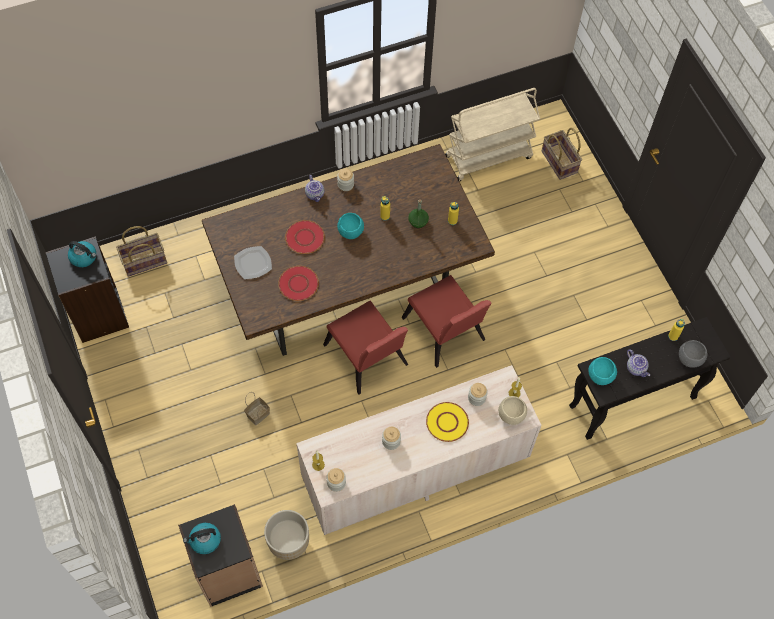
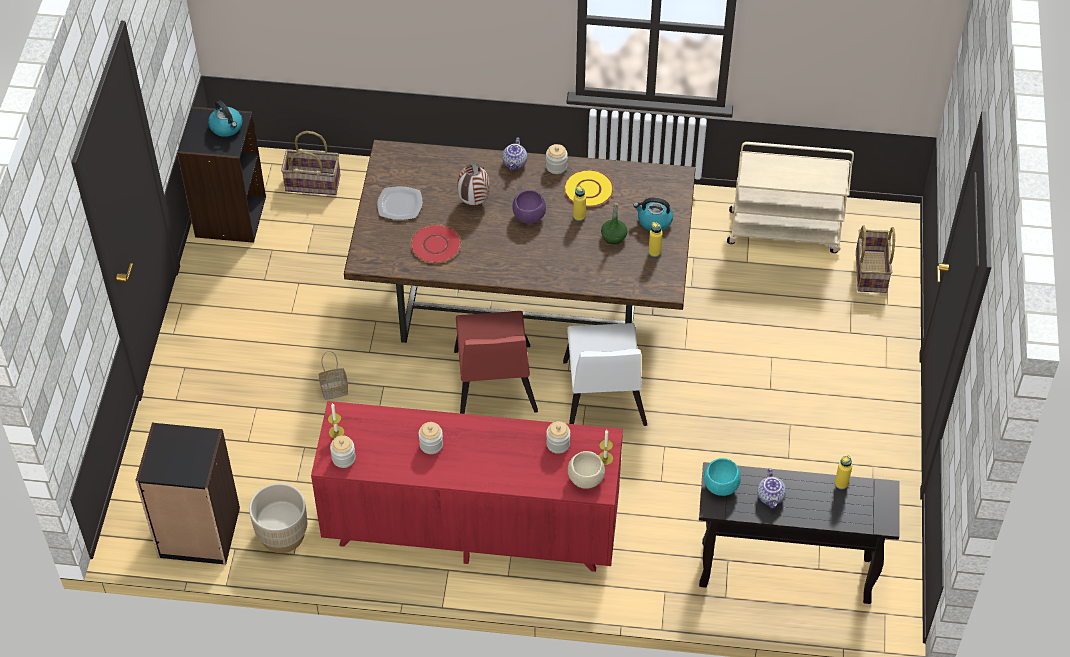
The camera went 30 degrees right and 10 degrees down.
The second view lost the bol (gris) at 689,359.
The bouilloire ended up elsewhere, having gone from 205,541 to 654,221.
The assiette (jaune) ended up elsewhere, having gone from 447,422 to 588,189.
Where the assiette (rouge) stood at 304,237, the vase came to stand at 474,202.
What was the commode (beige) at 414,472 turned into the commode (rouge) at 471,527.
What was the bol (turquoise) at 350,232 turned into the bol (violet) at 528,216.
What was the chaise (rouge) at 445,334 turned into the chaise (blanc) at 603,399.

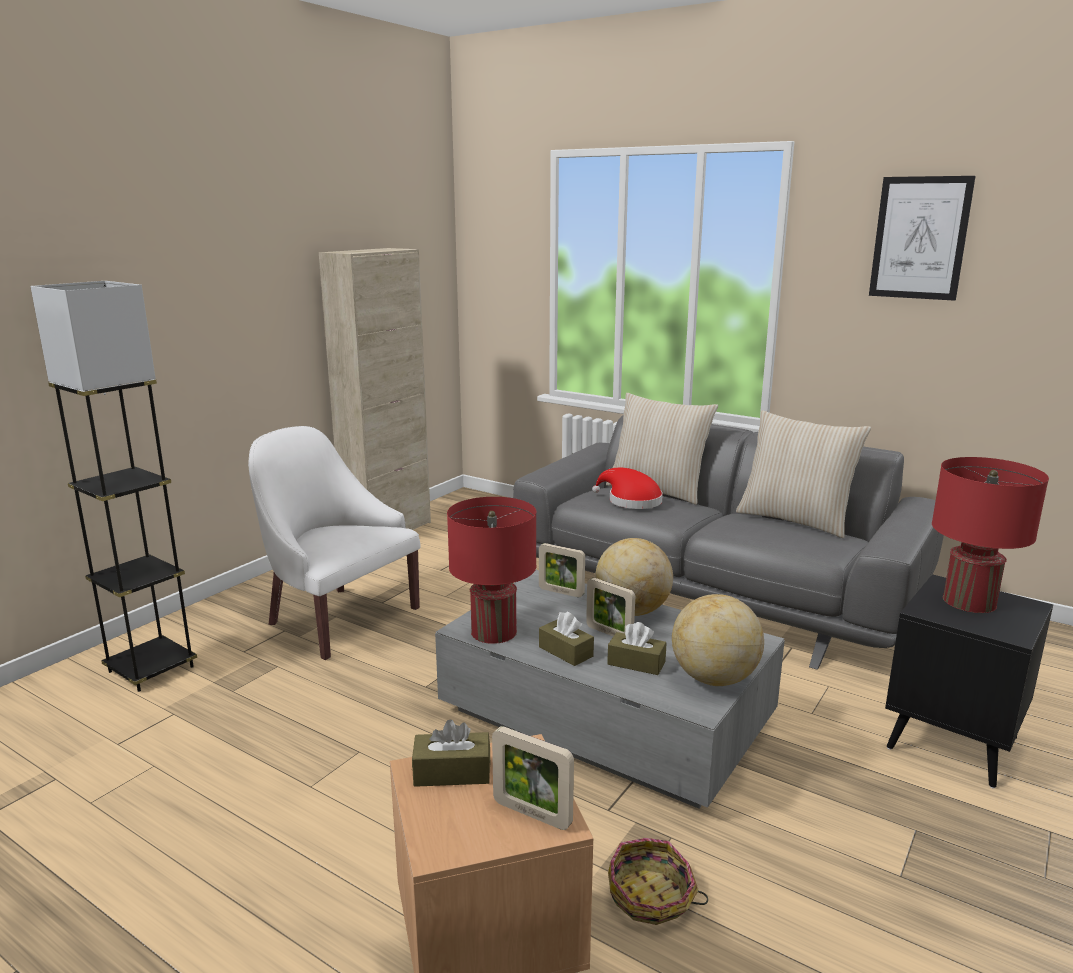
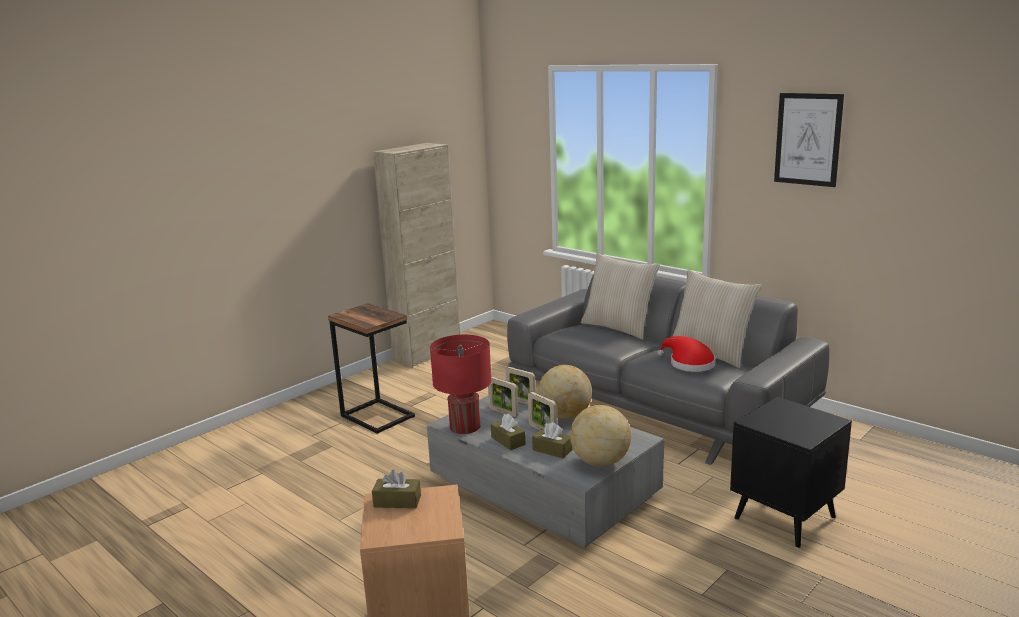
The camera went 10 degrees right and 0 degrees up.
The second view lost the lampadaire (gris) at 151,669.
The second view lost the panier at 651,897.
The second view lost the lampe de table (rouge) at 969,601.
The cadre photo ended up elsewhere, having gone from 532,814 to 503,412.
The chapeau (rouge) ended up elsewhere, having gone from 630,501 to 688,364.
Where the fauteuil (blanc) stood at 338,618, the table d'appoint came to stand at 378,415.

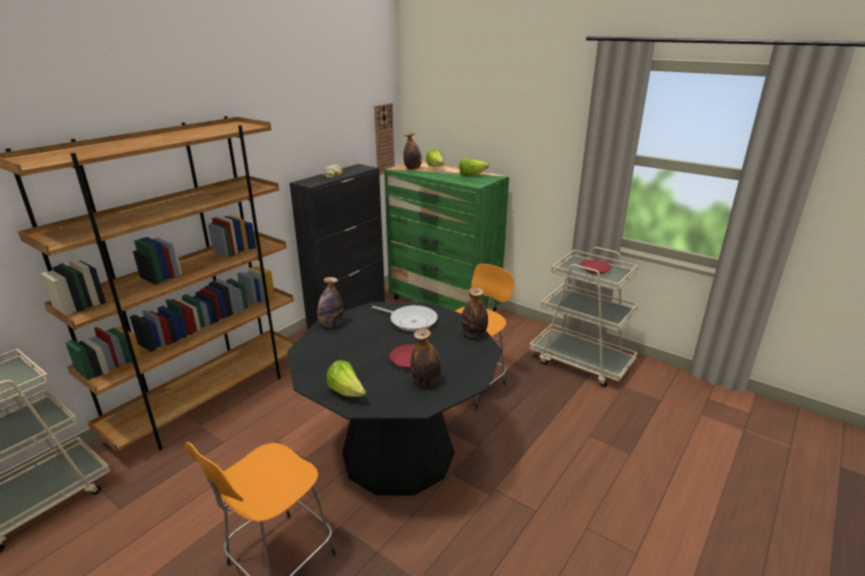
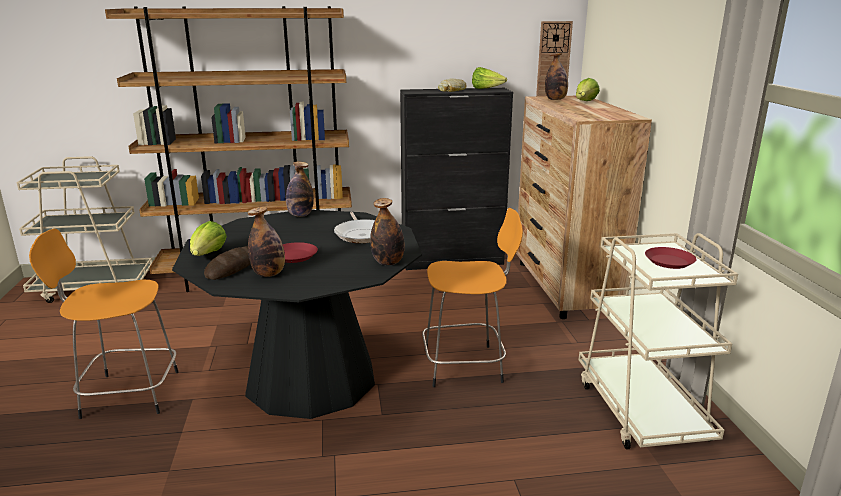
The camera went 45 degrees right and 5 degrees down.
The second view gained the pain at 233,267.
The laitue ended up elsewhere, having gone from 471,175 to 486,89.
What was the commode (vert) at 444,304 turned into the commode (marron) at 565,287.

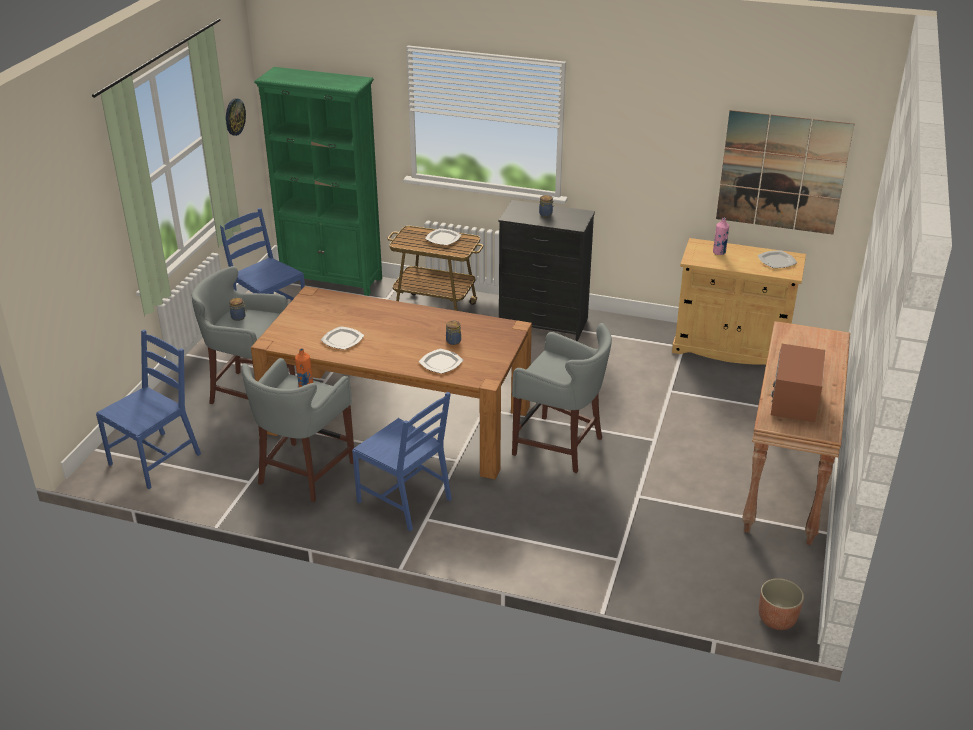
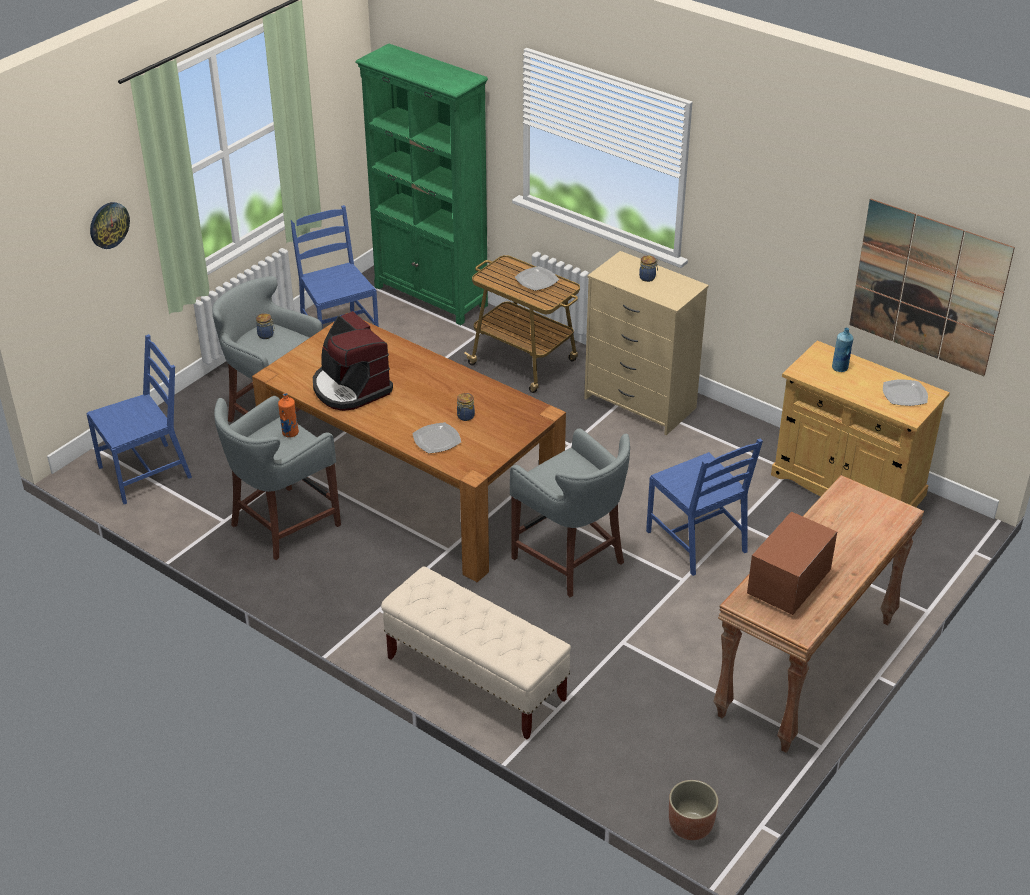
The camera went 20 degrees right and 5 degrees up.
The second view gained the banc (beige) at 475,679.
The horloge murale ended up elsewhere, having gone from 234,116 to 108,225.
The chaise (bleu) ended up elsewhere, having gone from 405,500 to 698,541.
Where the assiette stood at 343,339, the machine à café came to stand at 350,388.
What was the commode (noir) at 543,324 turned into the commode (beige) at 639,403.
What was the bouteille (rose) at 719,252 turned into the bouteille (bleu) at 840,368.

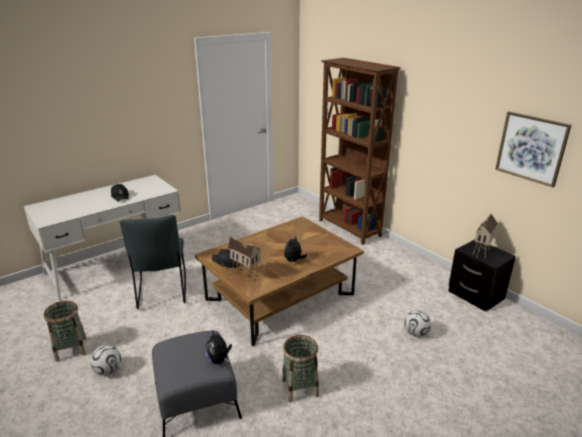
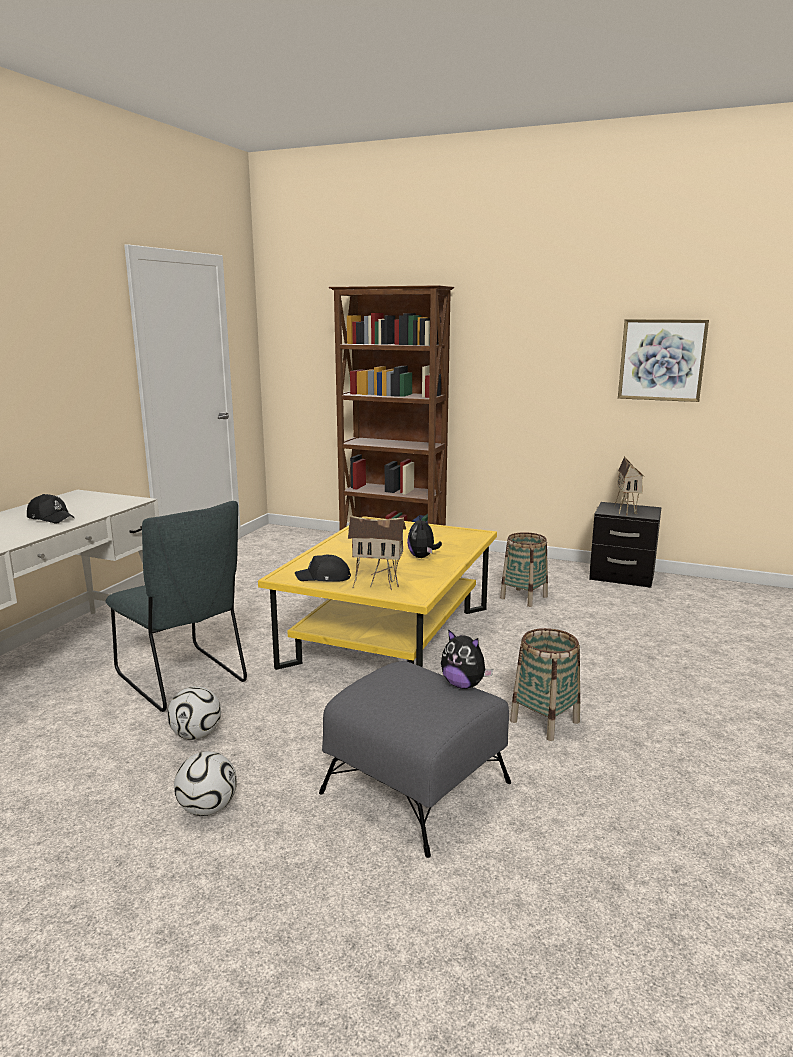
The camera went 30 degrees left and 10 degrees down.
The panier ended up elsewhere, having gone from 71,349 to 523,597.
The ballon de foot ended up elsewhere, having gone from 416,333 to 196,735.
What was the table basse (marron) at 280,297 turned into the table basse (jaune) at 389,636.

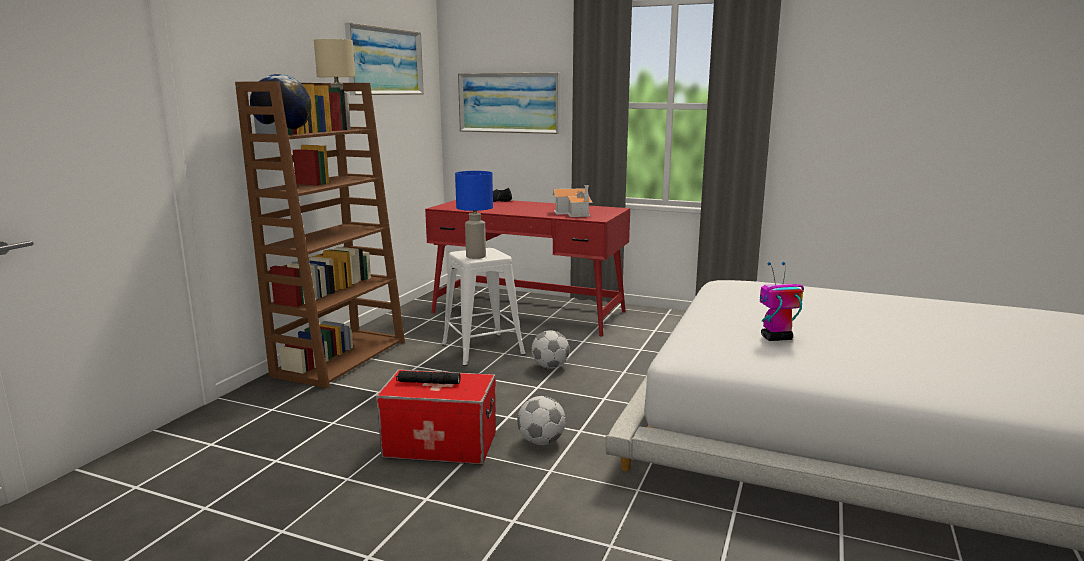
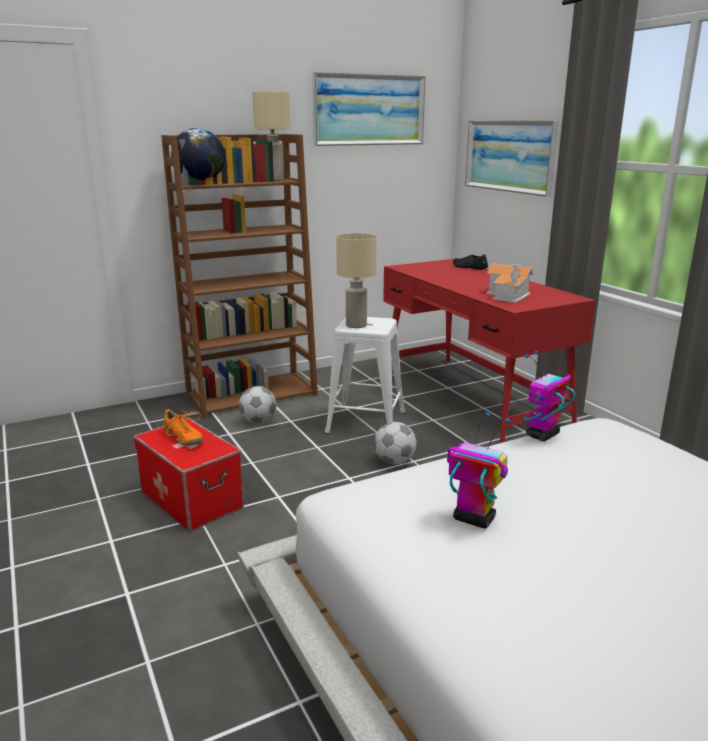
The camera went 40 degrees right and 5 degrees up.
The second view gained the robot jouet at 542,435.
The ballon de foot ended up elsewhere, having gone from 541,441 to 259,421.
Where the lampe de poche (noir) stood at 428,383, the chaussure (orange) came to stand at 182,438.
What was the lampe de table (bleu) at 476,256 turned into the lampe de table (beige) at 356,325.

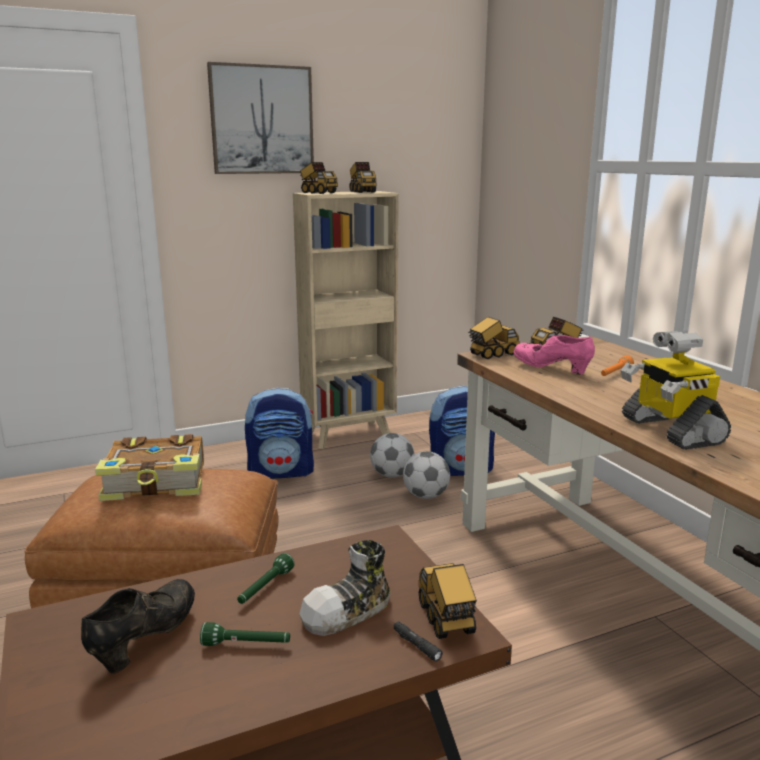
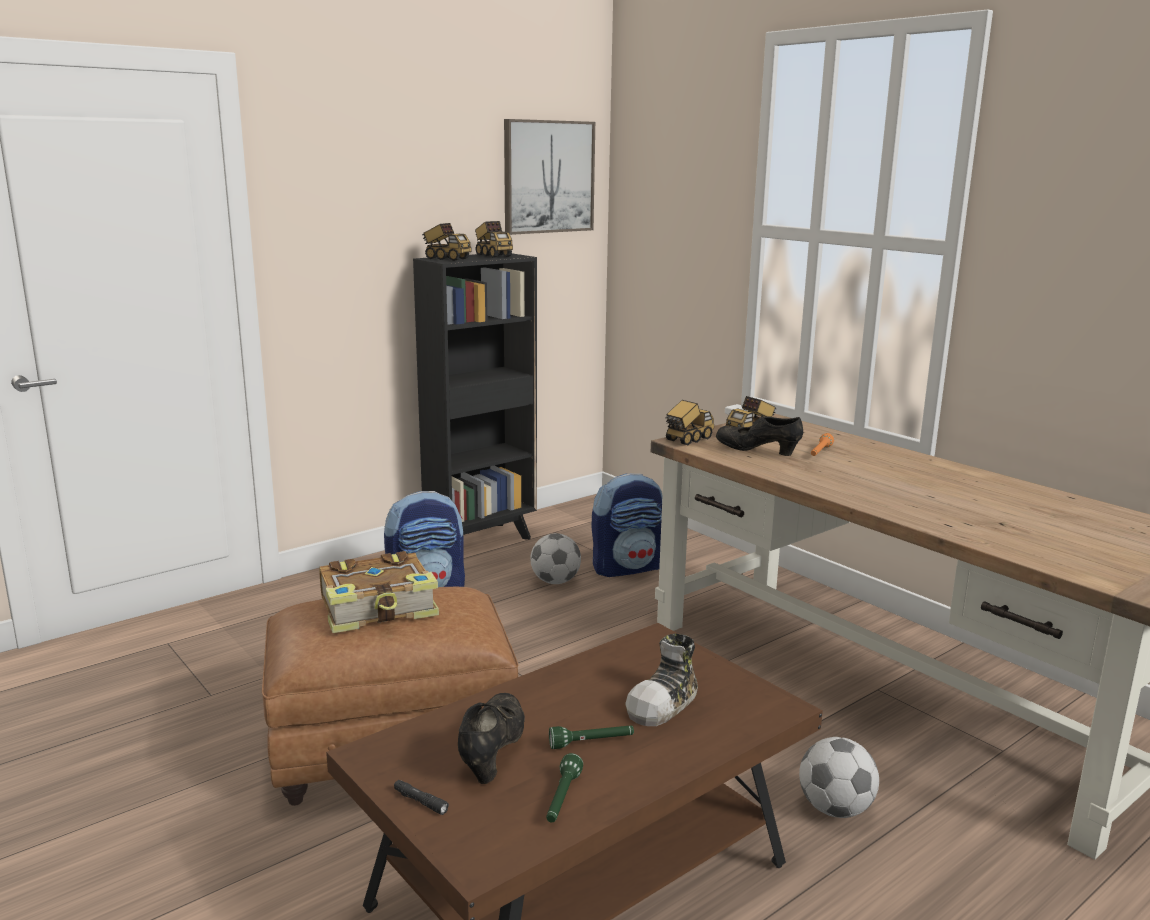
The camera went 15 degrees left and 0 degrees up.
The second view lost the camion jouet at 446,619.
The second view lost the robot jouet at 669,430.
The tableau ended up elsewhere, having gone from 262,120 to 548,177.
The lampe de poche (vert) ended up elsewhere, having gone from 265,588 to 562,799.
The lampe de poche (noir) ended up elsewhere, having gone from 416,645 to 420,802.
The ballon de foot ended up elsewhere, having gone from 426,496 to 835,809.
What was the bibliothèque (beige) at 349,434 turned into the bibliothèque (noir) at 482,540.
What was the chaussure (rose) at 551,369 turned into the chaussure (noir) at 757,452.

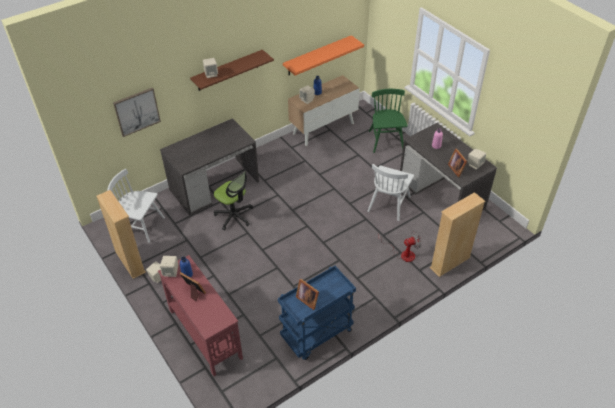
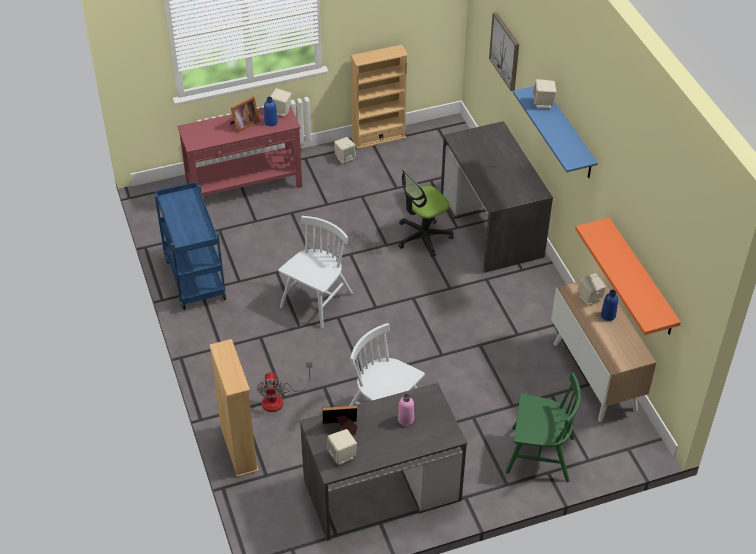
The camera went 105 degrees right and 0 degrees up.
The second view lost the cadre photo at 307,299.
The chaise (blanc) ended up elsewhere, having gone from 140,226 to 316,300.
What was the étagère (marron) at 228,70 turned into the étagère (bleu) at 567,133.

